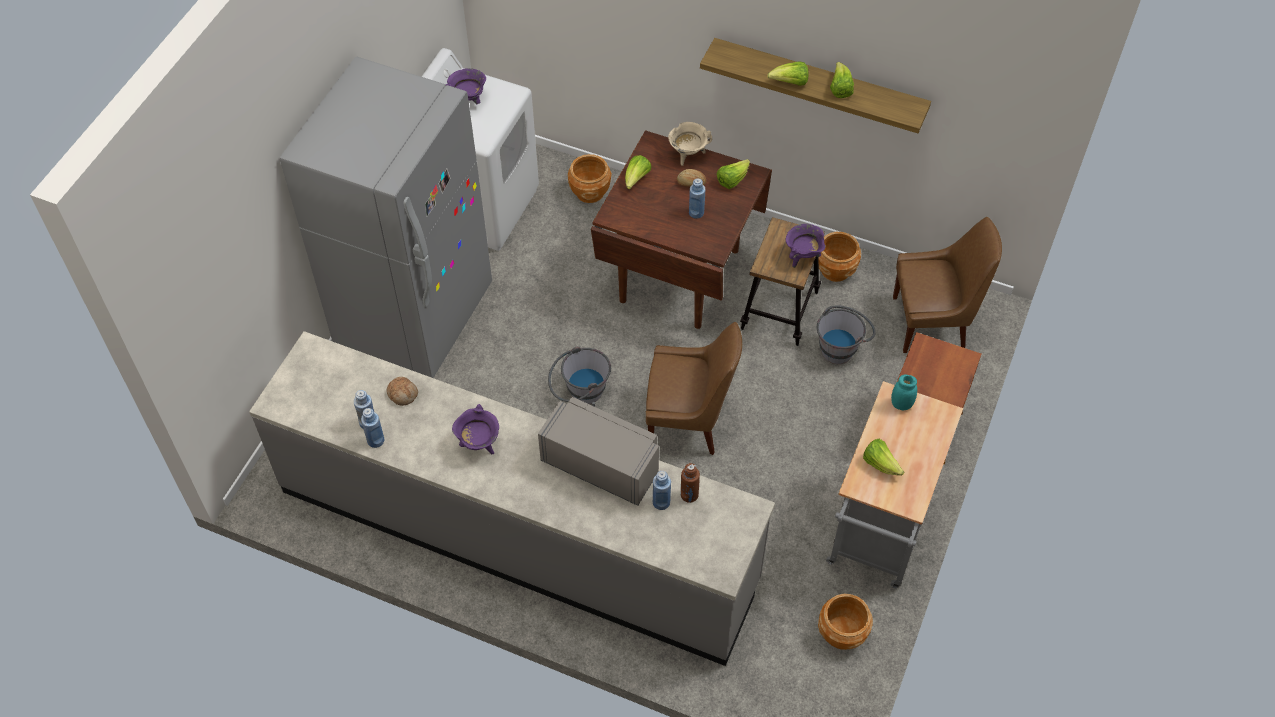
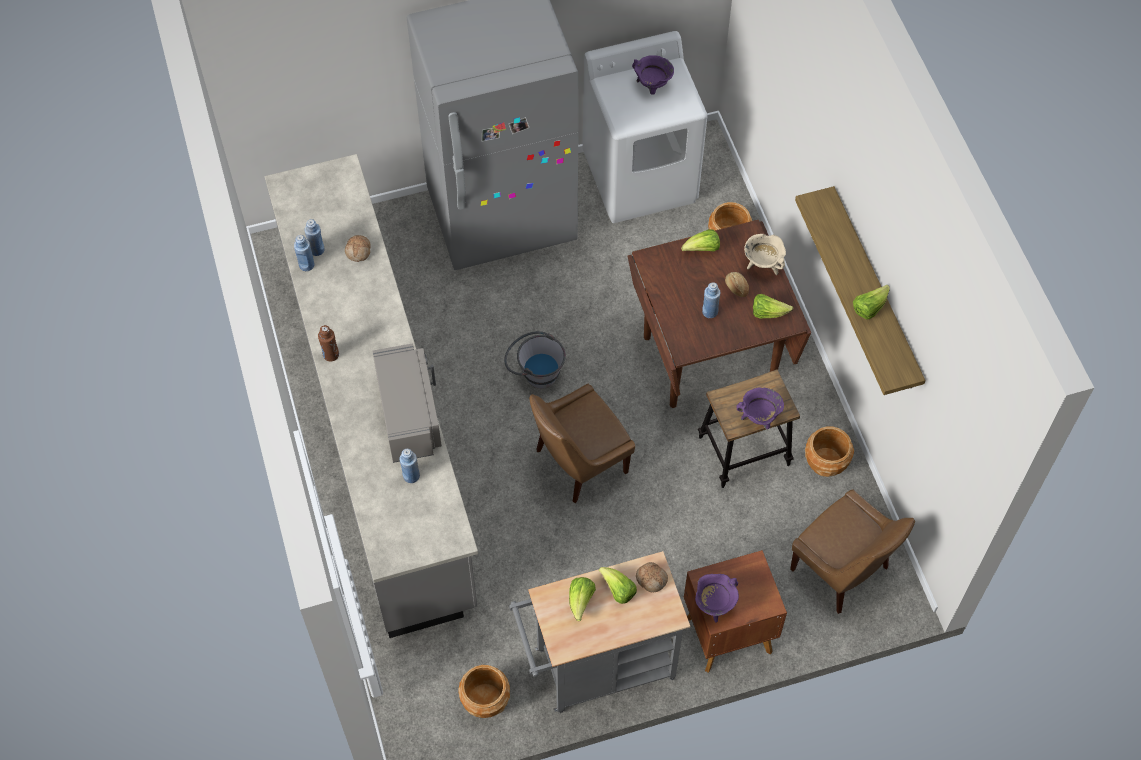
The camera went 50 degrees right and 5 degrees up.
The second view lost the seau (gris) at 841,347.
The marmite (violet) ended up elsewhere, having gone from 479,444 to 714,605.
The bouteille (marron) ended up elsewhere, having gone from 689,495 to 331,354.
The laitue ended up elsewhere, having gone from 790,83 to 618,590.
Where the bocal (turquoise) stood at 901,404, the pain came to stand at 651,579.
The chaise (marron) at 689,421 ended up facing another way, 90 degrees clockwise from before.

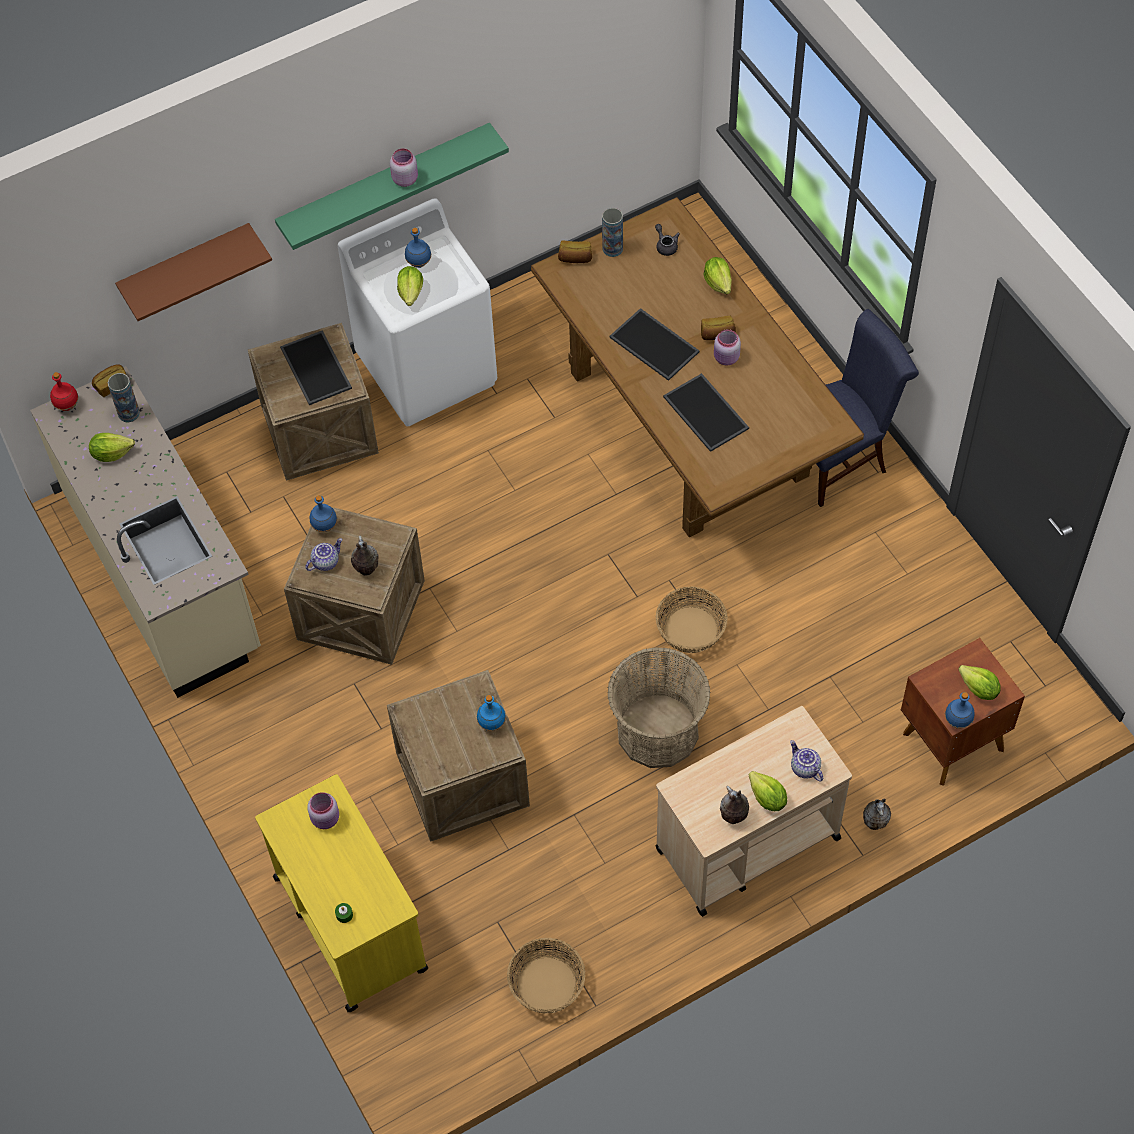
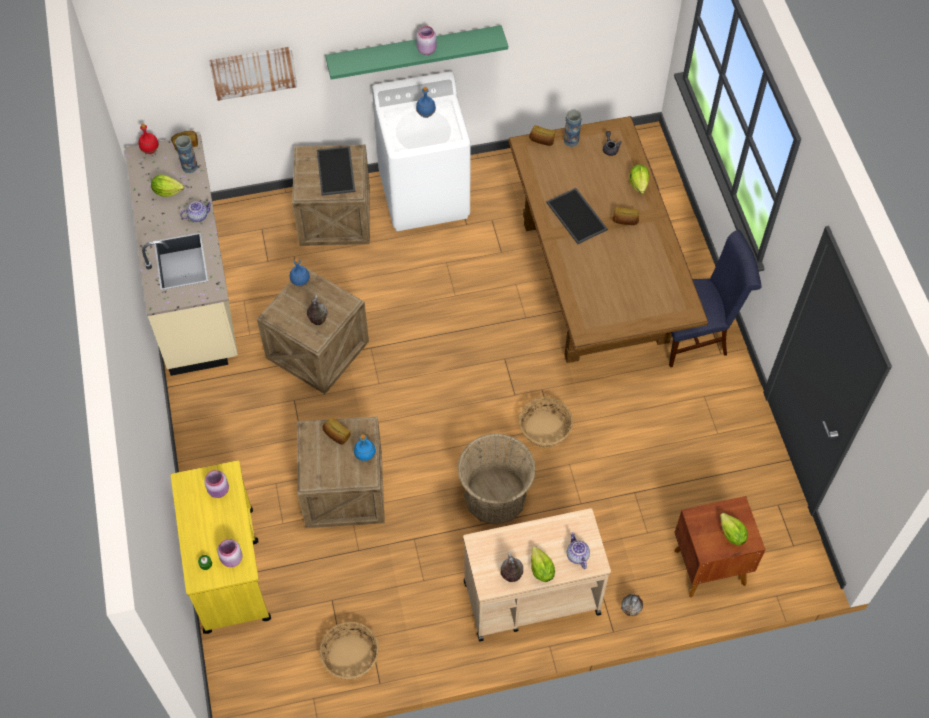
The camera went 15 degrees right and 0 degrees up.
The second view lost the laitue at 411,293.
The second view lost the plateau at 707,412.
The second view lost the bouteille (bleu) at 957,721.
The second view gained the pain at 336,435.
The théière ended up elsewhere, having gone from 325,561 to 198,216.
The bocal (rose) ended up elsewhere, having gone from 726,358 to 231,559.
Where the étagère (marron) hung at 186,266, the tableau came to hang at 253,72.

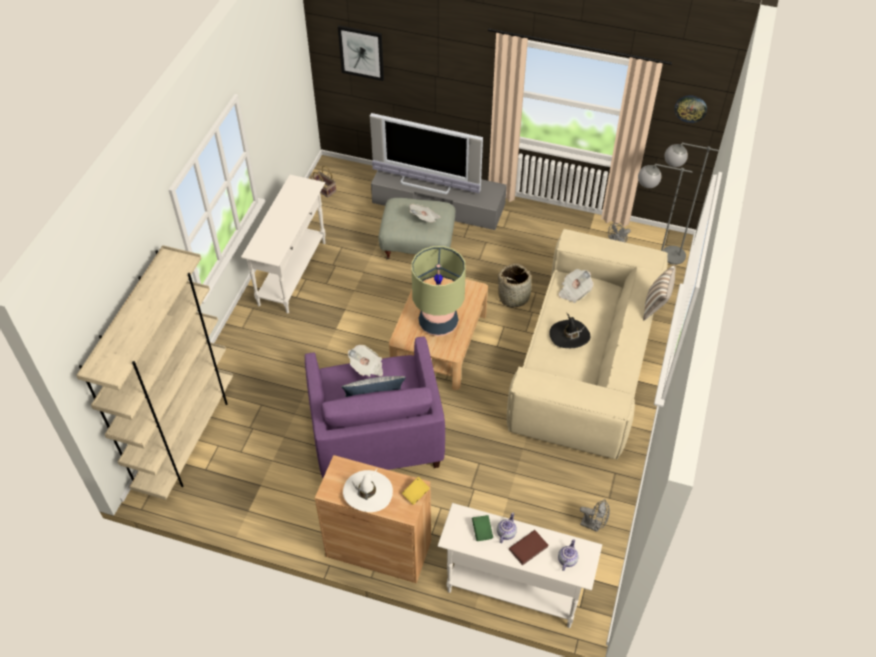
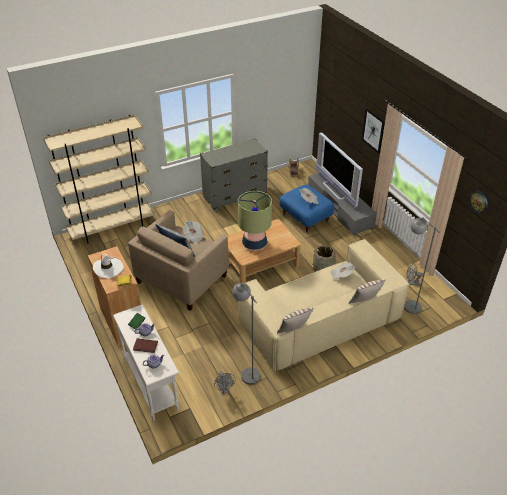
The camera went 45 degrees right and 10 degrees down.
The second view lost the chapeau (noir) at 569,335.
The second view gained the coussin at 294,331.
The tableau ended up elsewhere, having gone from 361,52 to 373,130.
The lampadaire (gris) ended up elsewhere, having gone from 664,254 to 247,371.
Where the table console (blanc) stood at 293,273, the commode (gris) came to stand at 235,196.
What was the fauteuil (violet) at 376,435 turned into the fauteuil (beige) at 182,279.
What was the pouf (gris) at 418,245 turned into the pouf (bleu) at 306,219.

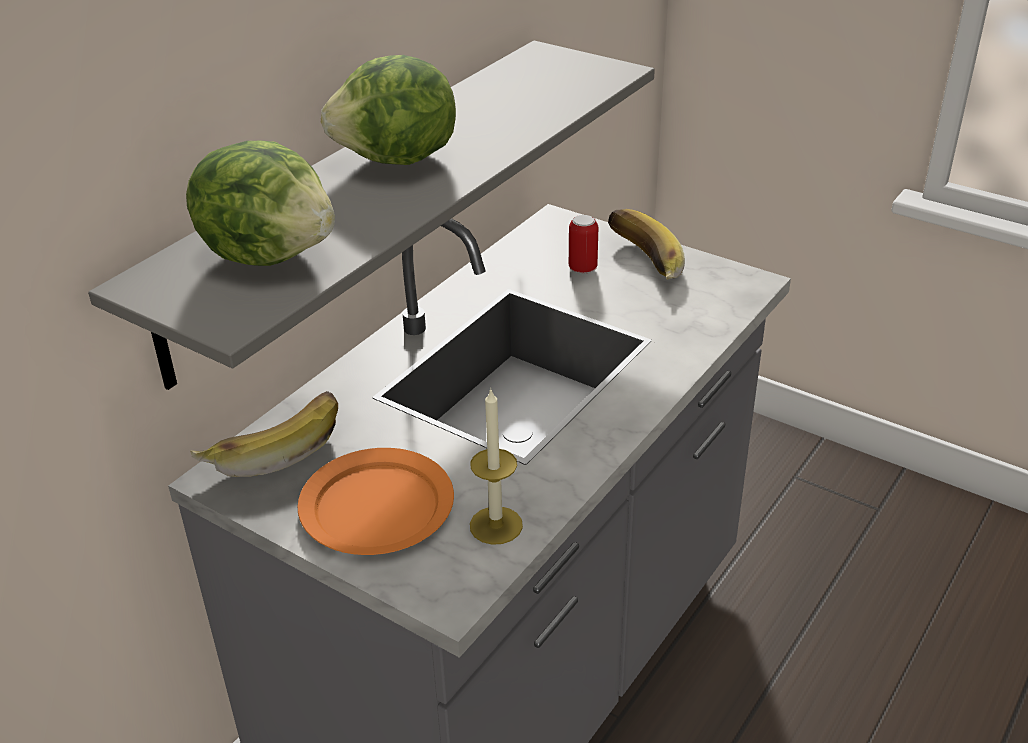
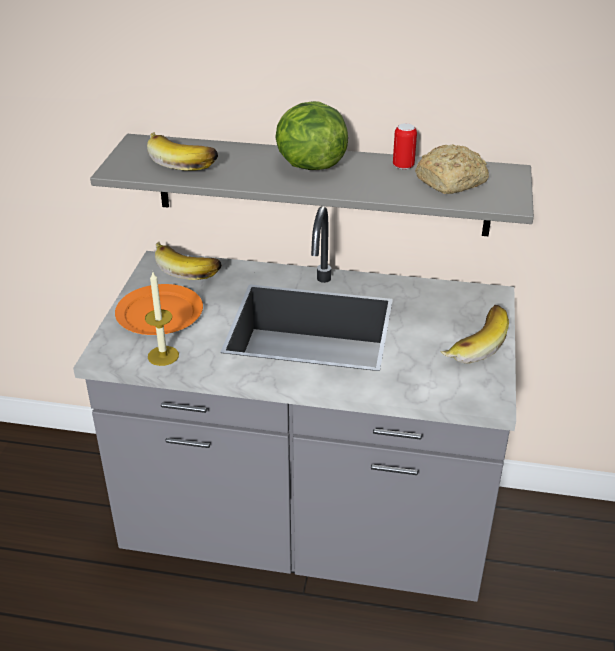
The camera went 65 degrees right and 0 degrees up.
The second view gained the pain at 452,182.
The boîte métallique ended up elsewhere, having gone from 582,268 to 403,166.
Where the laitue stood at 270,253, the banane came to stand at 183,161.

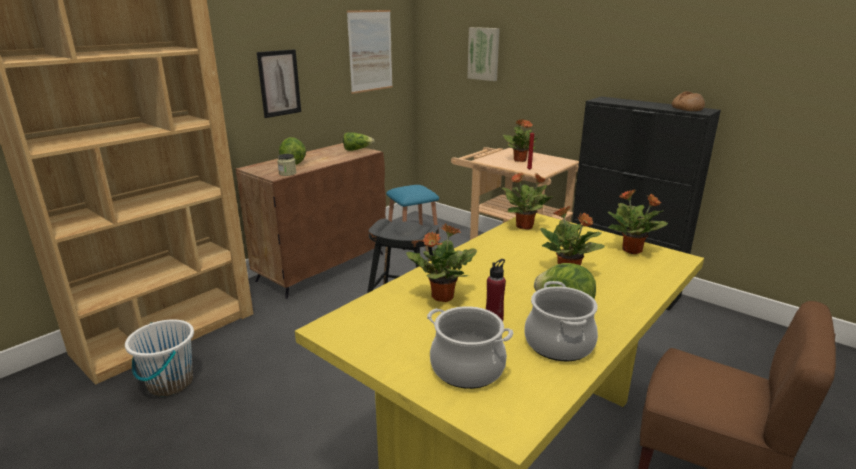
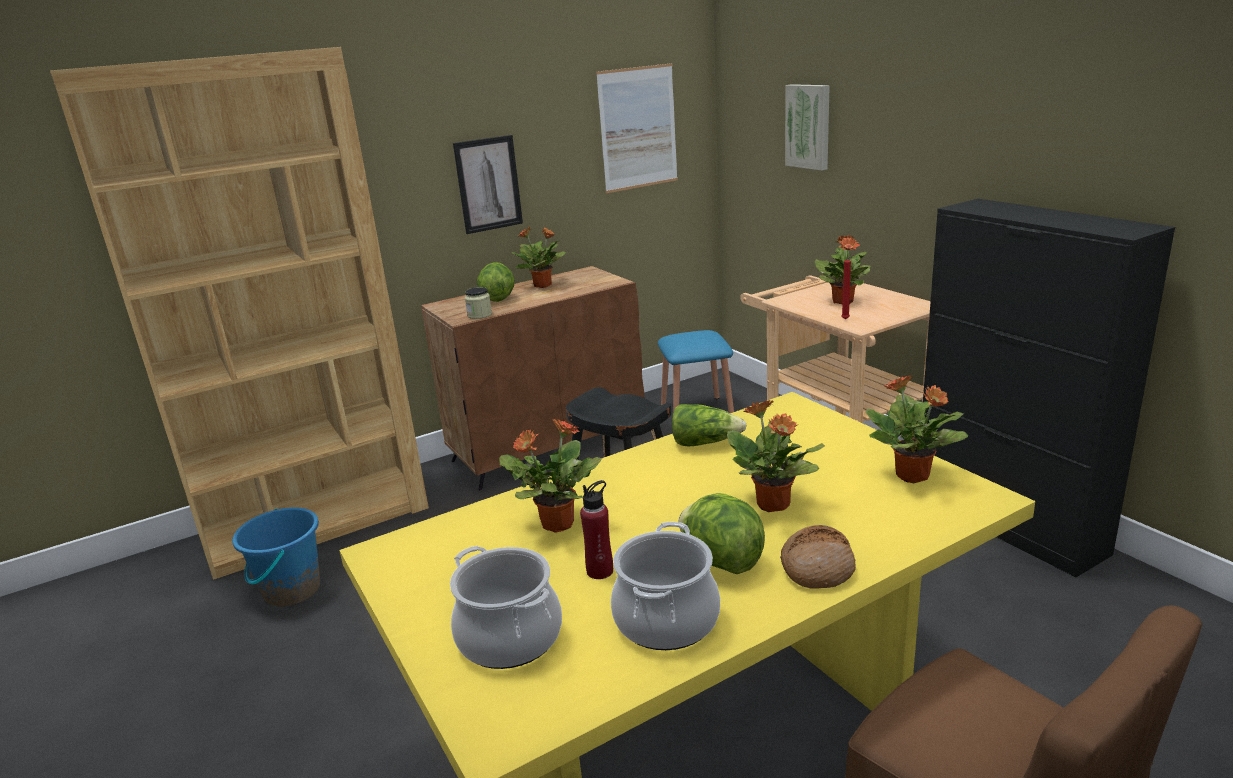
The camera went 20 degrees right and 0 degrees up.
The laitue ended up elsewhere, having gone from 357,149 to 705,443.
The plante en pot ended up elsewhere, having gone from 525,226 to 543,285.
The pain ended up elsewhere, having gone from 686,109 to 817,567.
What was the seau (blanc) at 170,383 turned into the seau (bleu) at 292,591.

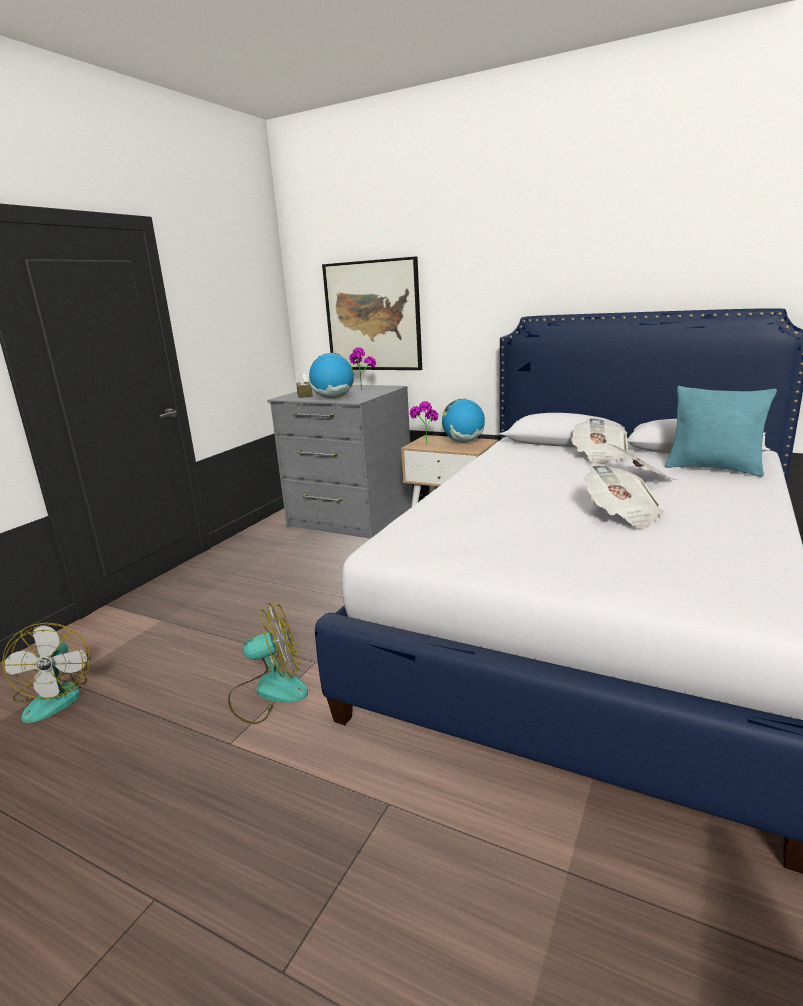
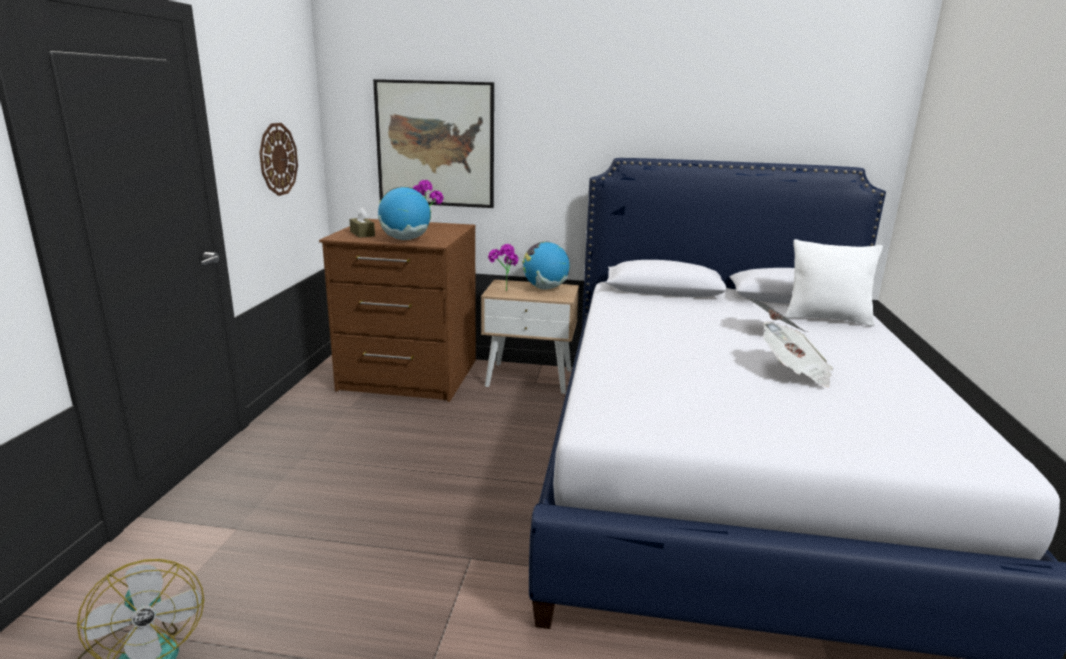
The camera went 20 degrees left and 0 degrees up.
The second view lost the ventilateur at 268,692.
The second view lost the journal at 598,456.
The second view gained the horloge murale at 278,159.
What was the commode (gris) at 350,518 turned into the commode (marron) at 408,376.
What was the coussin (turquoise) at 713,468 turned into the coussin (blanc) at 826,319.

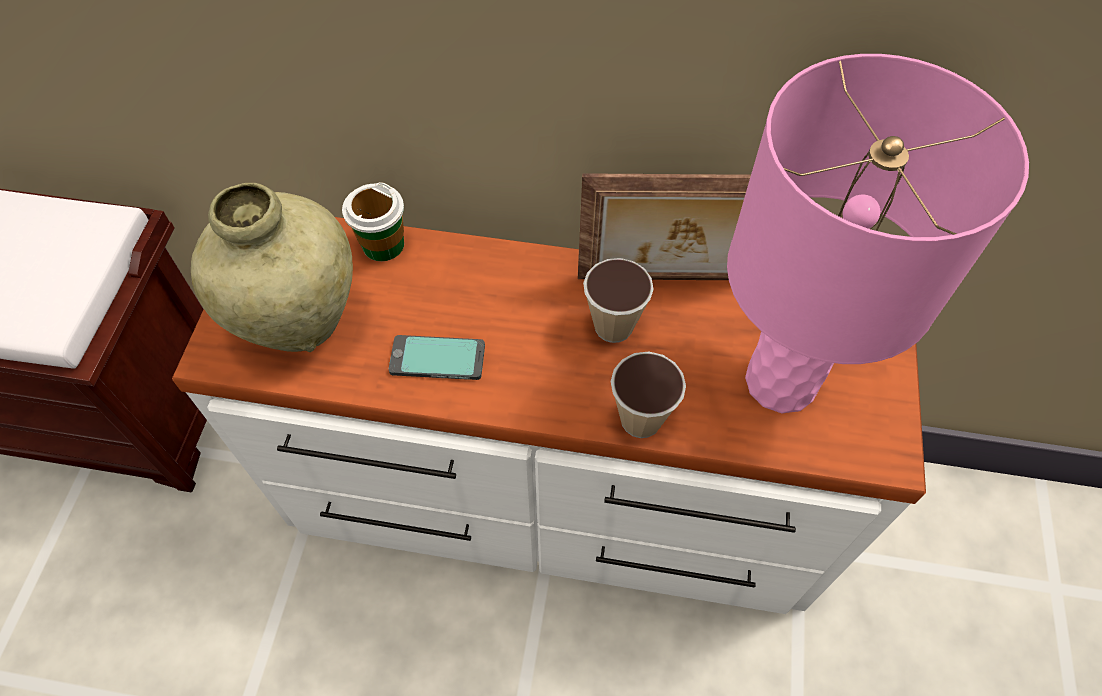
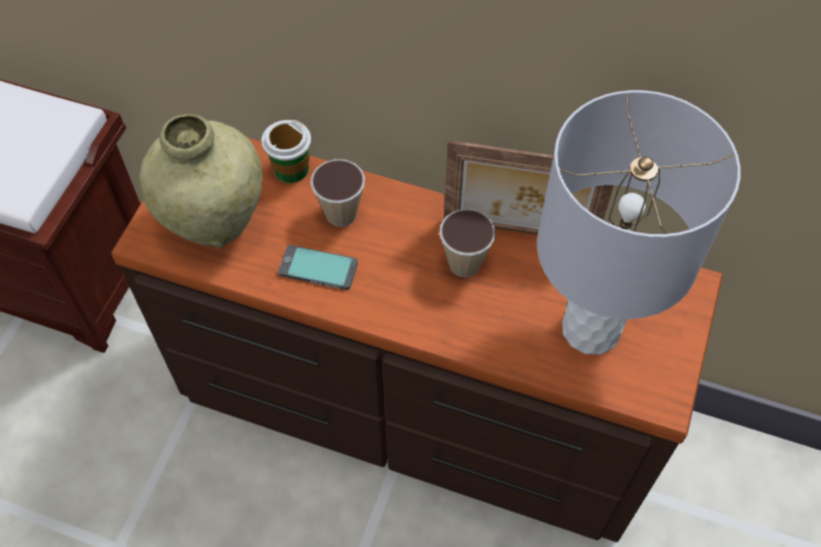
The camera went 10 degrees right and 0 degrees up.
The tasse ended up elsewhere, having gone from 641,419 to 341,214.
What was the commode (blanc) at 551,497 turned into the commode (marron) at 411,407.
What was the lampe de table (rose) at 781,383 turned into the lampe de table (gris) at 591,330.

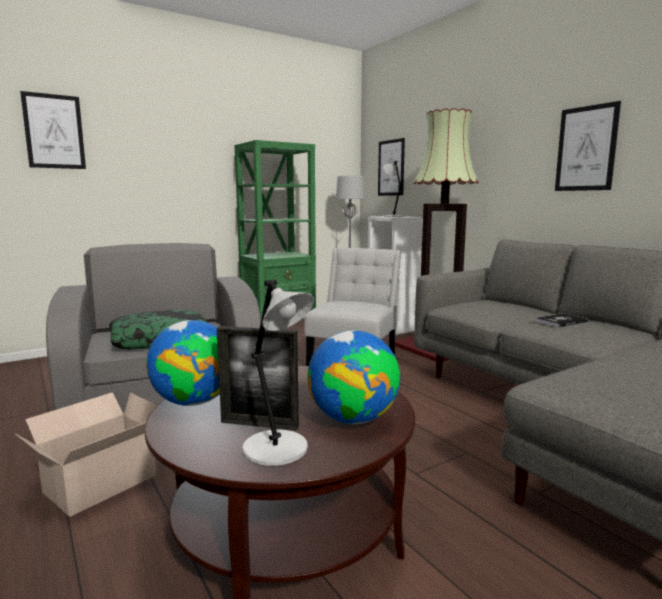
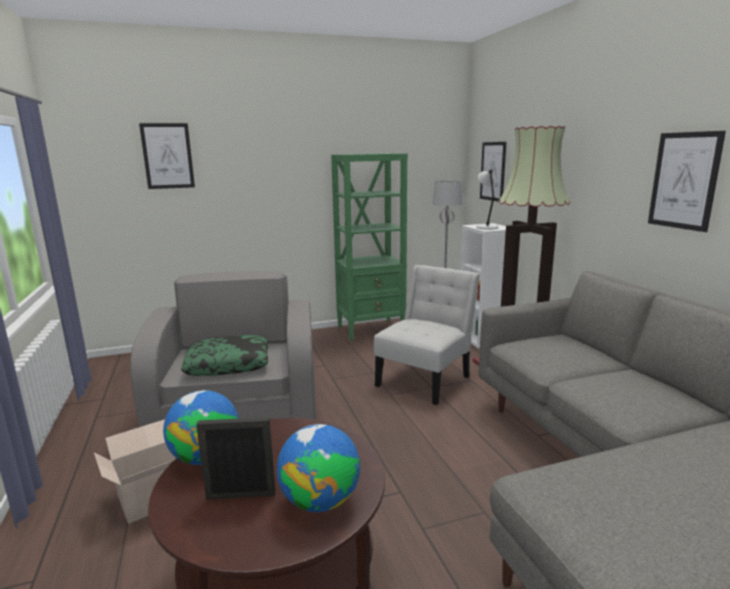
The camera went 15 degrees right and 5 degrees up.
The second view lost the lampe de table (gris) at 278,450.
The second view lost the livre at 561,321.
The cadre photo at 259,424 ended up facing another way, 150 degrees clockwise from before.

